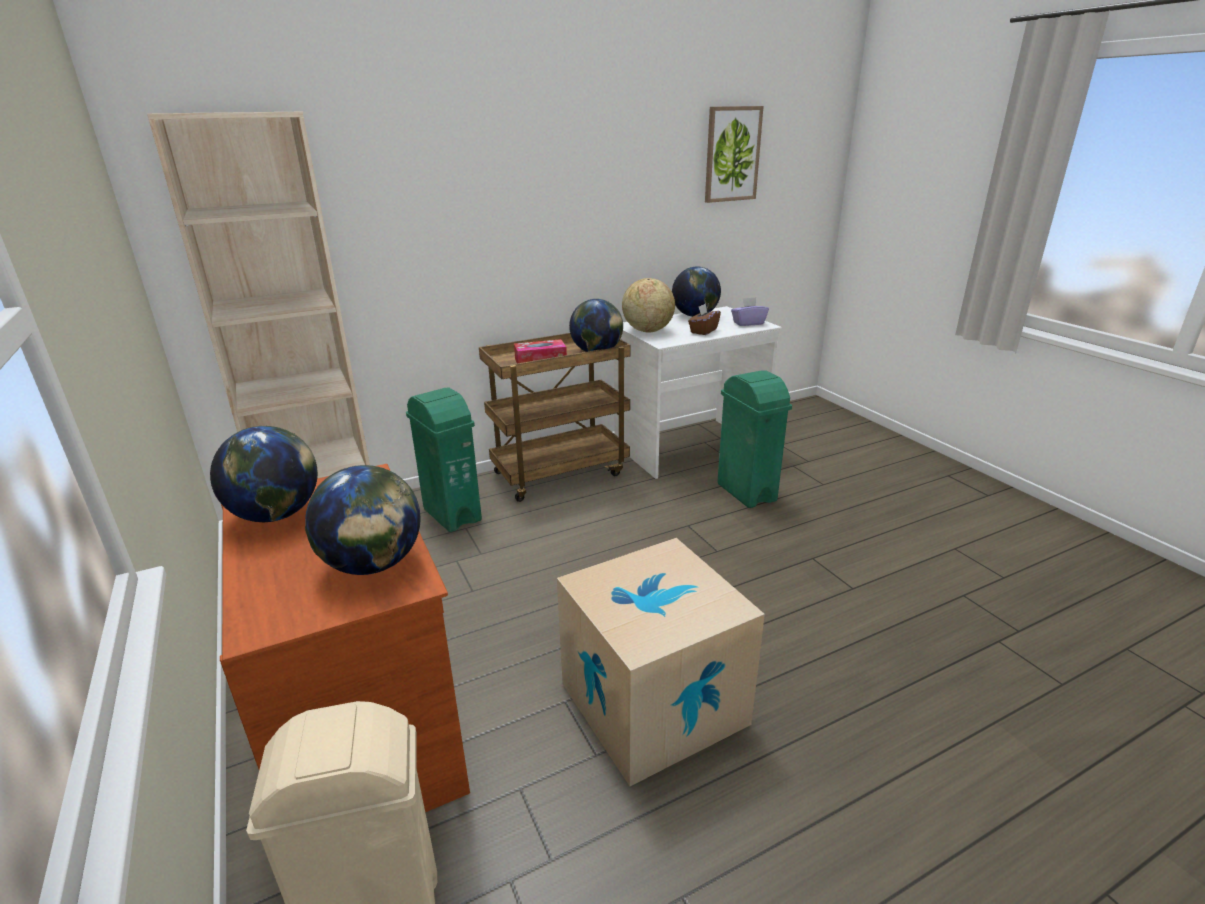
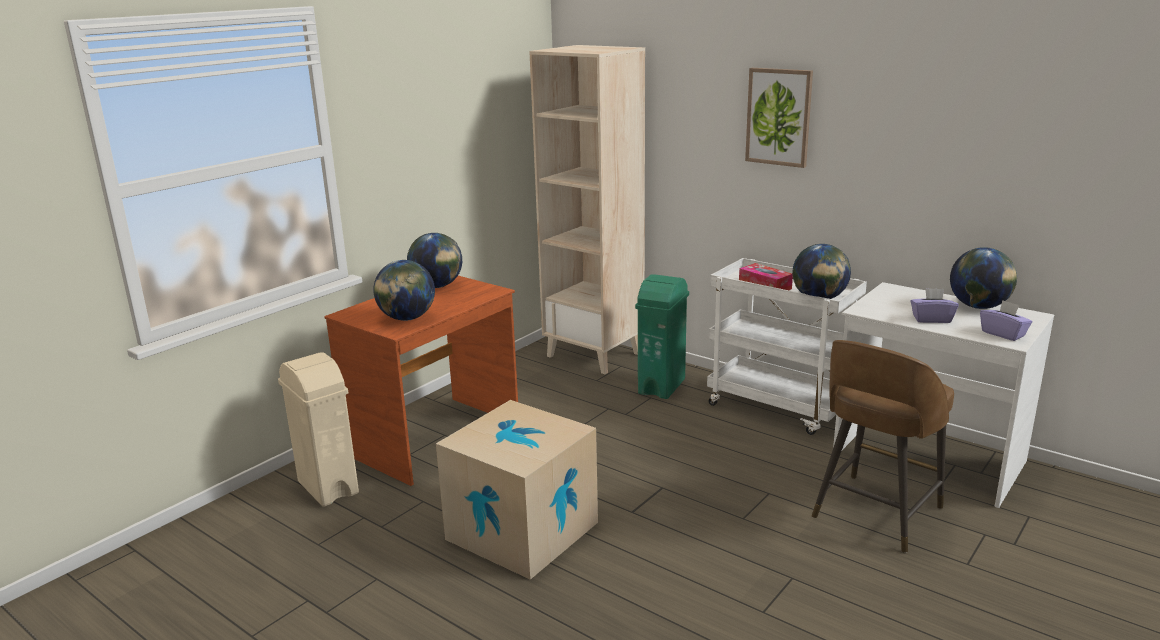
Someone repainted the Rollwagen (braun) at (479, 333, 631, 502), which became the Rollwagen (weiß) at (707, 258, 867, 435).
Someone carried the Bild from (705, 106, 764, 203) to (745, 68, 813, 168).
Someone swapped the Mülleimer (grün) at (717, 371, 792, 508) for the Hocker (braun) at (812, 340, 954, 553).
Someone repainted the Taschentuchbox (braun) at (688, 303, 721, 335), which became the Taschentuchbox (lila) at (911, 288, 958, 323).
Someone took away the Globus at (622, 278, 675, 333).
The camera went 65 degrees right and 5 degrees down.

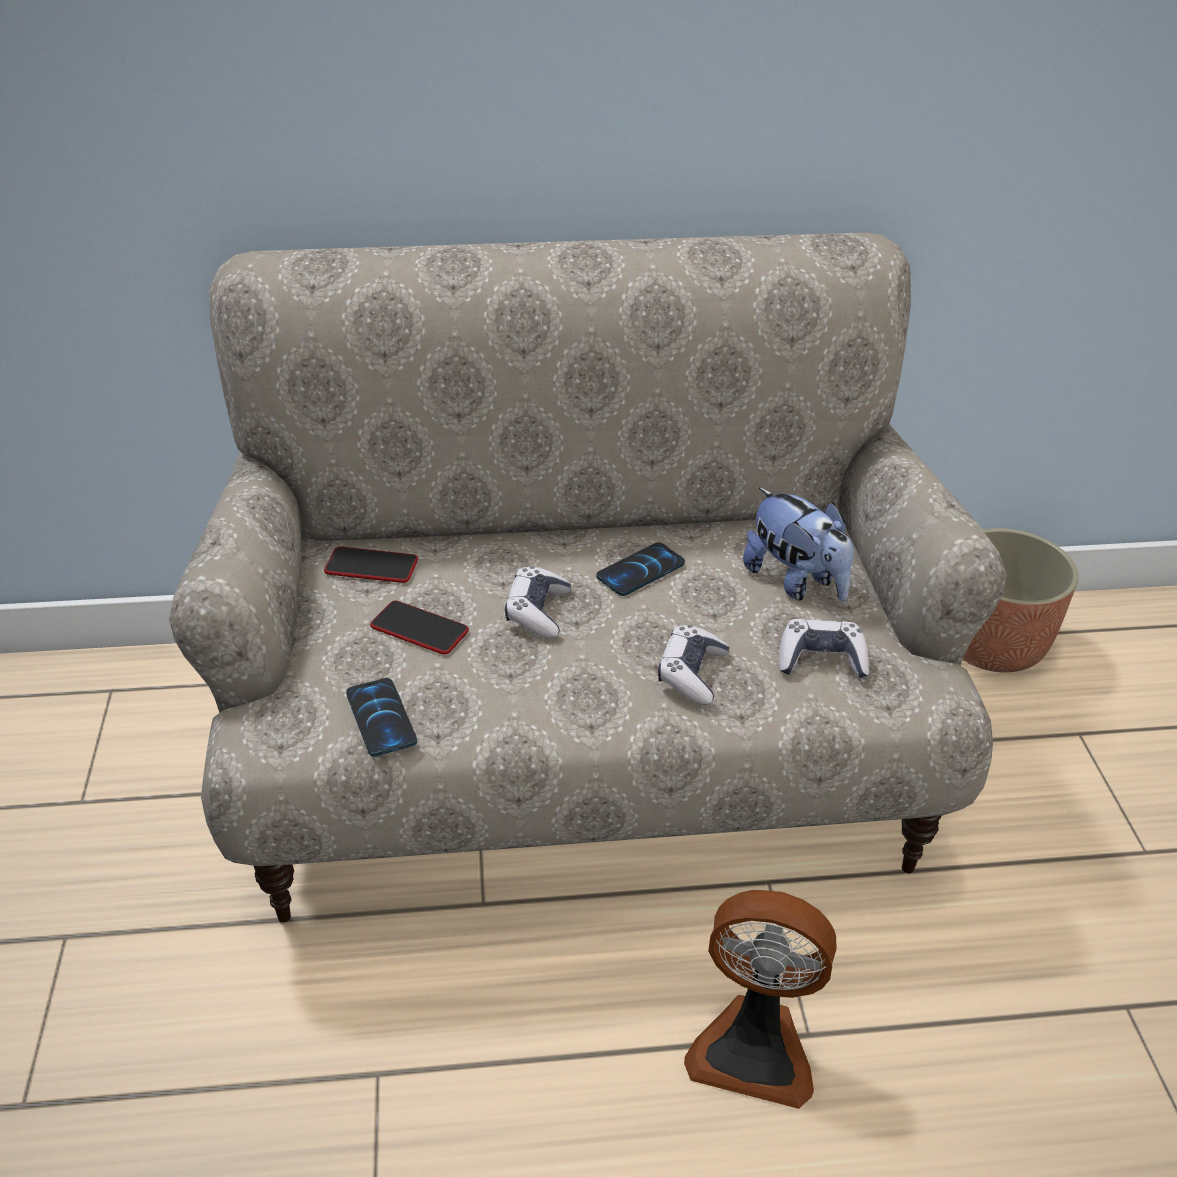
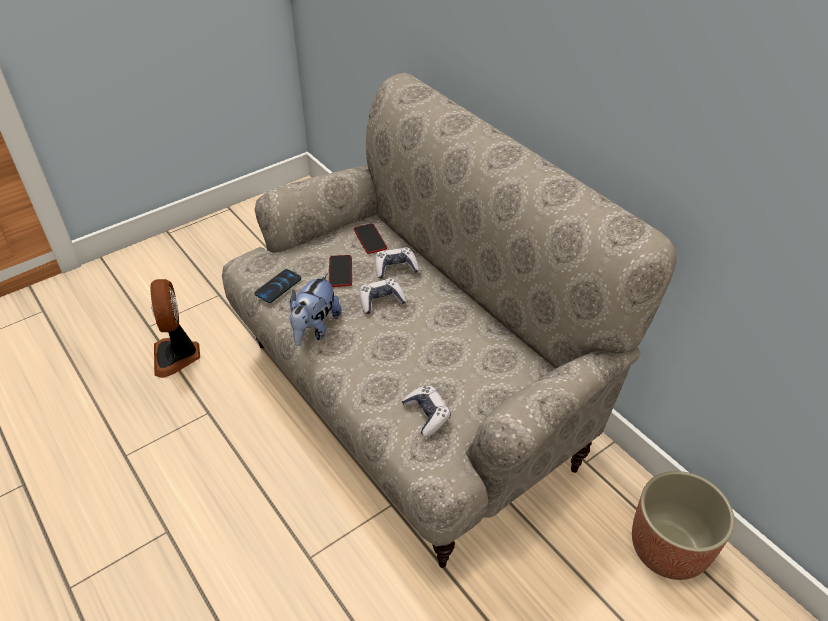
Someone carried the Ventilator from (684, 890, 837, 1109) to (150, 279, 200, 378).
Someone carried the Plüschtier from (743, 488, 854, 601) to (290, 273, 342, 346).
Someone carried the Gamepad from (658, 625, 730, 705) to (375, 247, 419, 279).
Someone took away the Handy at (596, 542, 685, 596).
The camera went 60 degrees right and 5 degrees up.

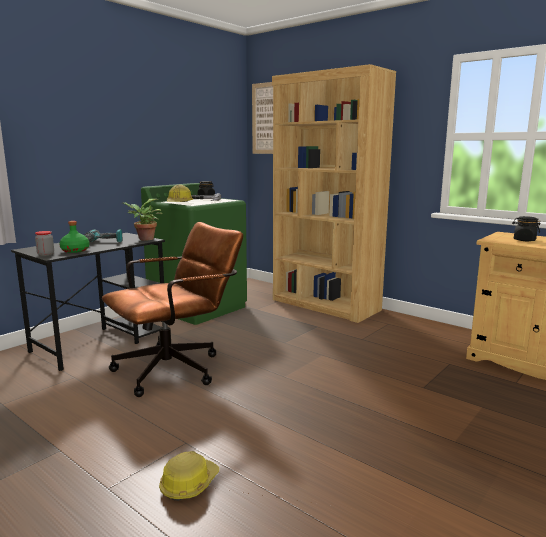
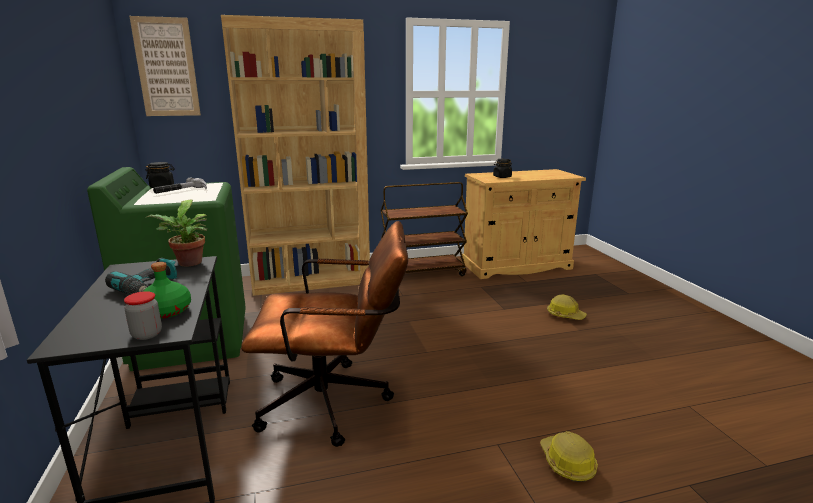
Someone rotated the Bürostuhl (braun) at (102, 222, 243, 397) by 90 degrees clockwise.
Someone put down the Rollwagen (braun) at (380, 182, 468, 276).
Someone carried the Schutzhelm from (167, 185, 193, 202) to (547, 295, 587, 320).
The camera went 55 degrees left and 5 degrees up.

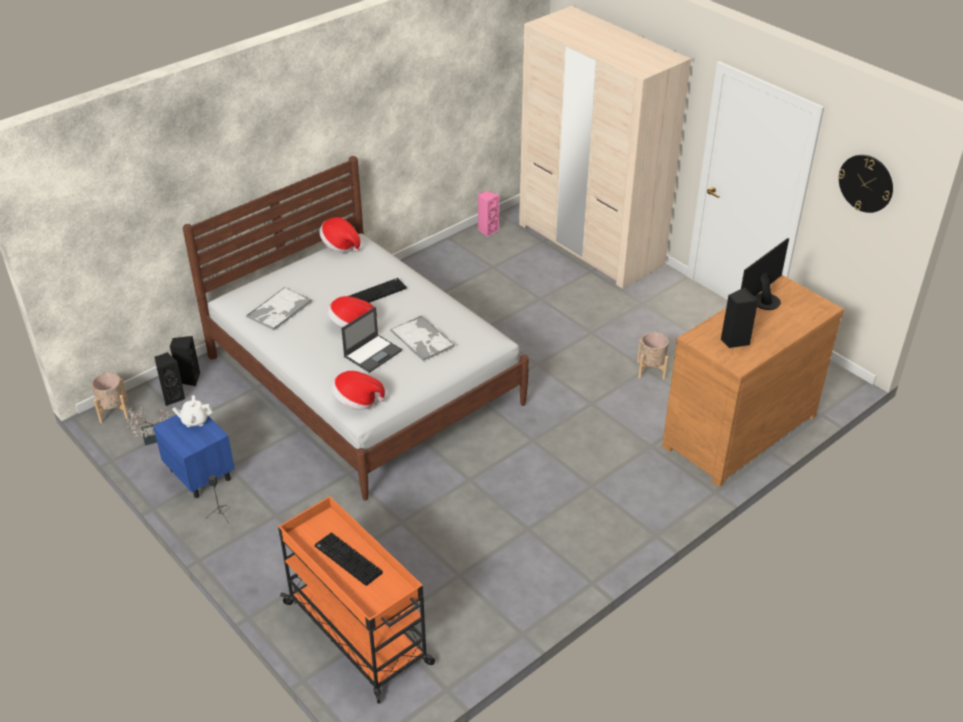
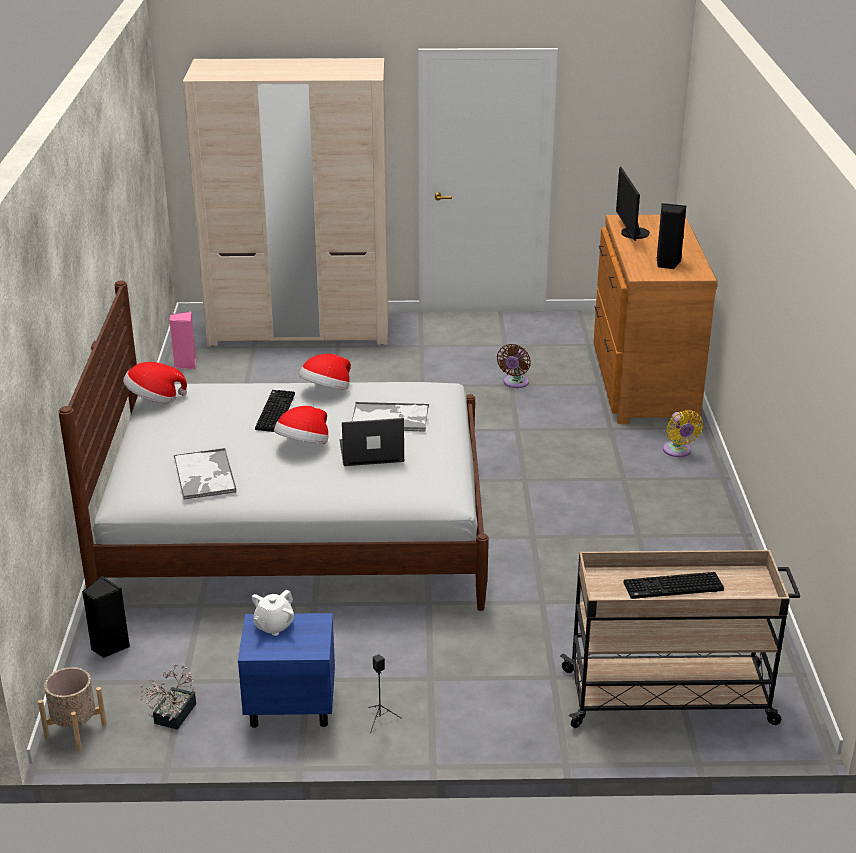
Someone carried the Hut from (331, 371, 385, 410) to (299, 354, 351, 390).
Someone rotated the Laptop at (341, 307, 402, 373) by 90 degrees counterclockwise.
Someone swapped the Pflanzkübel (beige) at (637, 332, 668, 379) for the Ventilator (braun) at (497, 344, 531, 388).
Someone repainted the Rollwagen (orange) at (278, 496, 435, 704), which became the Rollwagen (beige) at (560, 550, 800, 728).
Someone put down the Ventilator (gelb) at (663, 410, 703, 457).
Someone took away the Lautsprecher (schwarz) at (154, 352, 186, 406).
Someone took away the Wanduhr at (838, 154, 893, 213).
The camera went 50 degrees left and 10 degrees down.

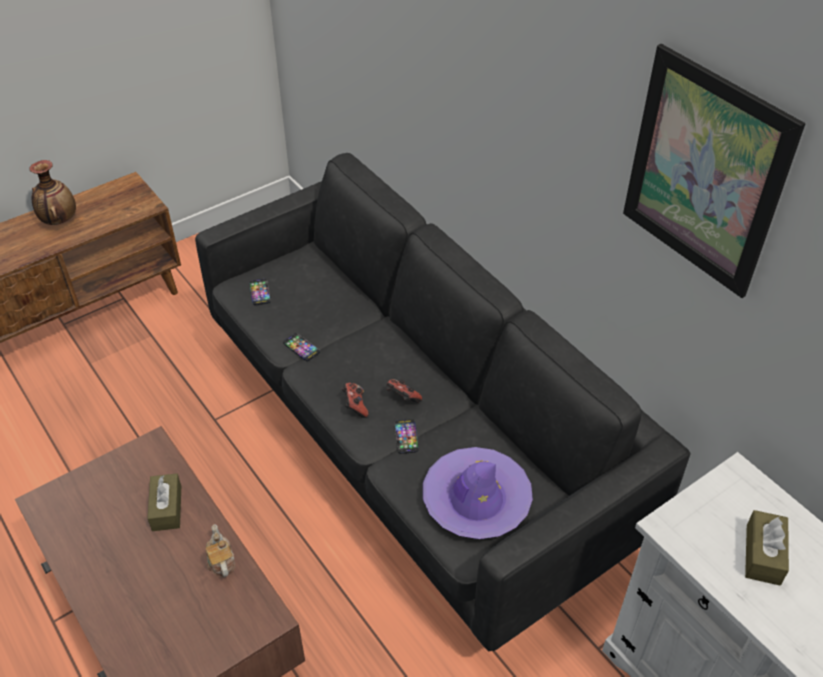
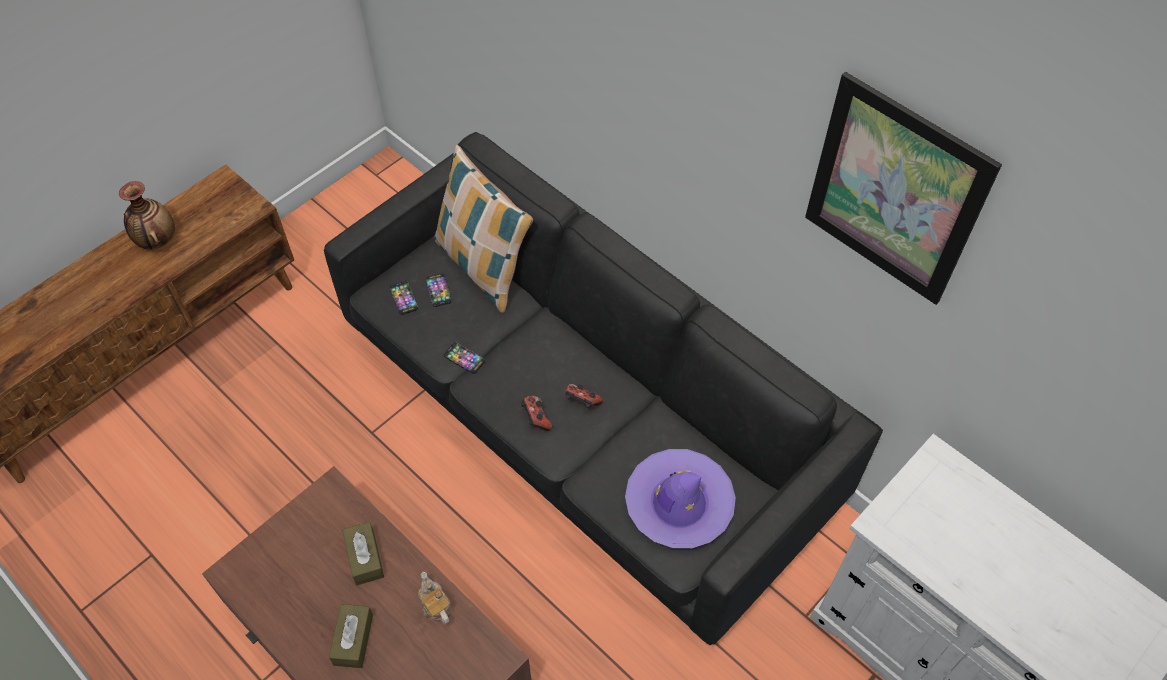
Someone carried the Taschentuchbox (braun) from (745, 510, 789, 585) to (329, 604, 373, 668).
Someone carried the Handy from (394, 419, 419, 454) to (426, 273, 451, 307).
Someone put down the Kissen at (433, 145, 533, 313).
The camera went 10 degrees left and 10 degrees up.

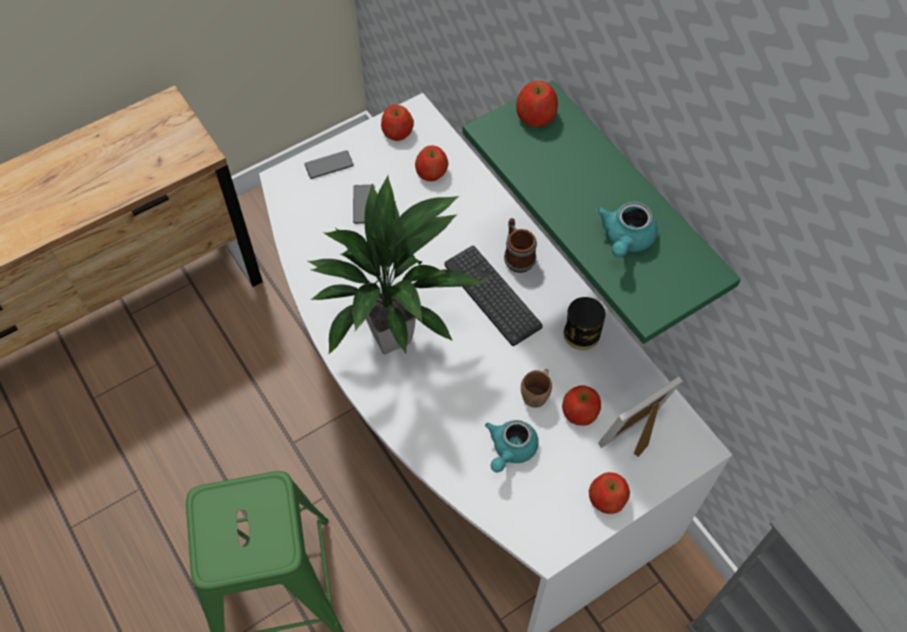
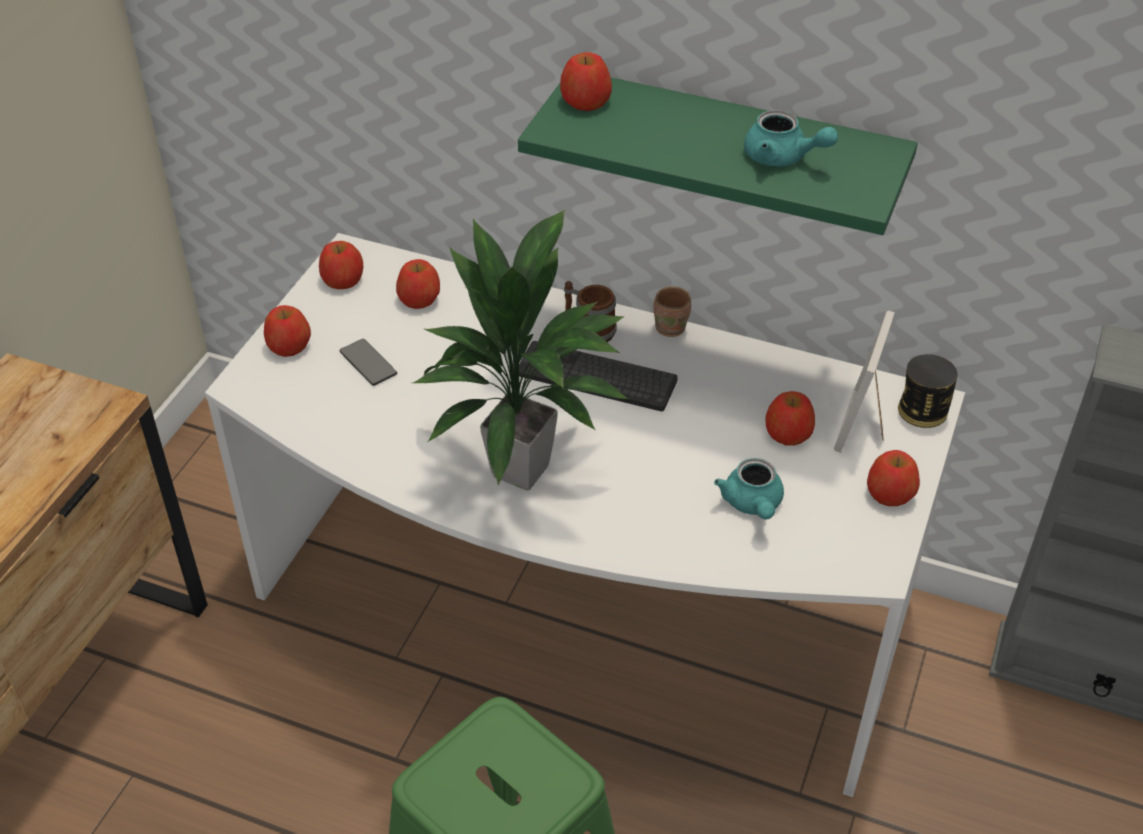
Someone swapped the Handy at (305, 150, 354, 179) for the Apfel at (264, 305, 311, 357).
Someone carried the Henkelbecher (braun) from (521, 369, 552, 408) to (653, 286, 691, 337).
Someone rotated the Teekanne (türkis) at (596, 202, 658, 257) by 45 degrees counterclockwise.
Someone carried the Dose from (564, 297, 606, 350) to (898, 354, 958, 428).
The camera went 35 degrees left and 15 degrees down.

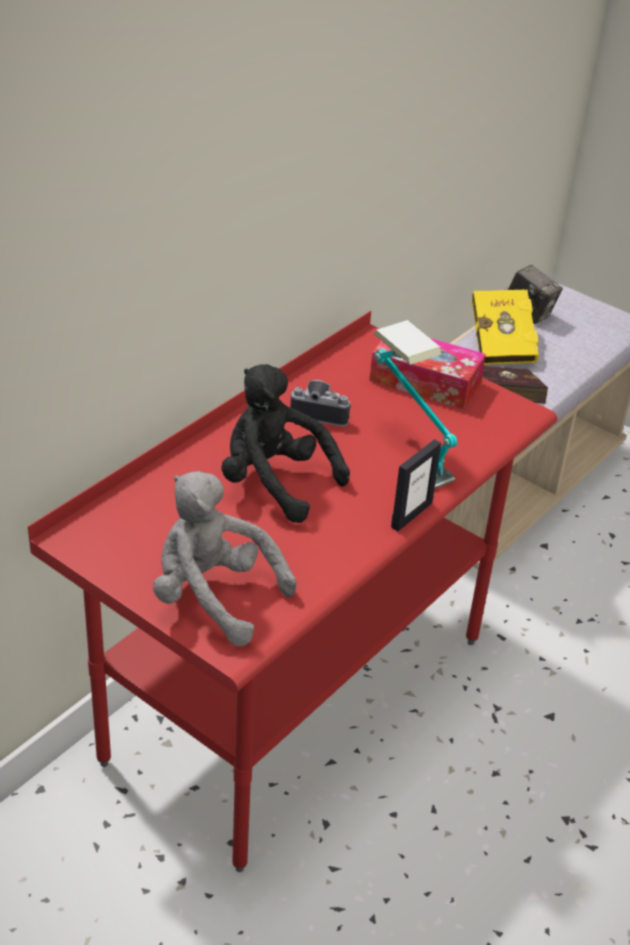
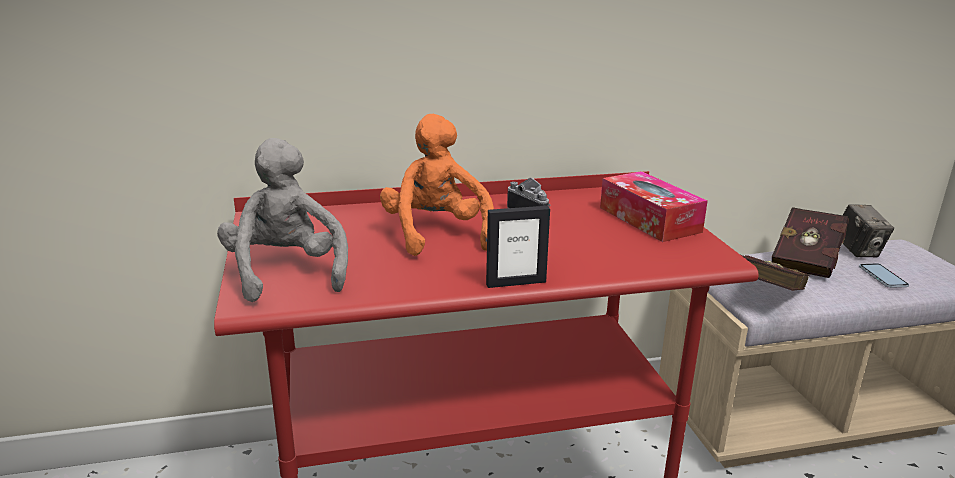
Someone repainted the Plüschtier (schwarz) at (221, 364, 350, 523), which became the Plüschtier (orange) at (380, 114, 494, 256).
Someone repainted the Buch (gelb) at (472, 287, 539, 365), which became the Buch (rot) at (772, 207, 849, 278).
Someone put down the Handy at (859, 263, 909, 288).
Someone took away the Tischlampe at (373, 320, 457, 488).
The camera went 40 degrees right and 15 degrees down.

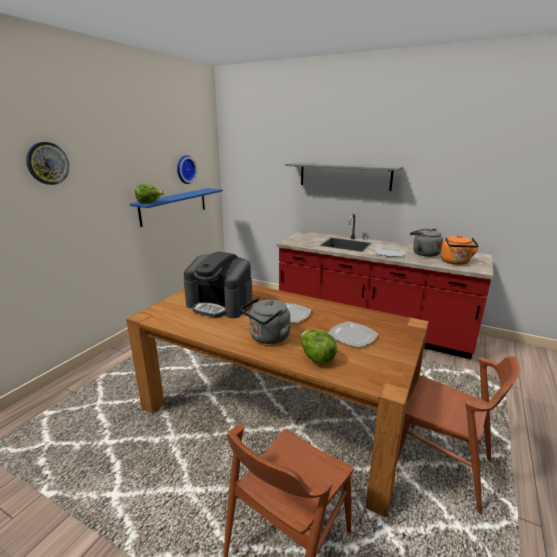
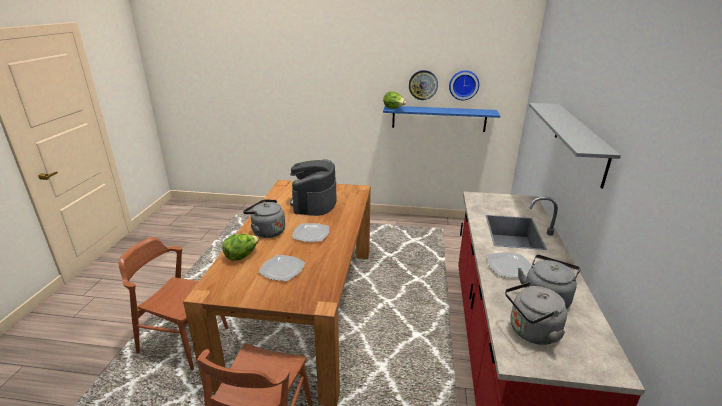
Someone carried the Wanduhr from (26, 142, 69, 185) to (409, 70, 438, 100).
Someone repainted the Wasserkessel (orange) at (440, 235, 479, 265), which became the Wasserkessel (grau) at (505, 282, 567, 345).
The camera went 70 degrees right and 5 degrees up.

